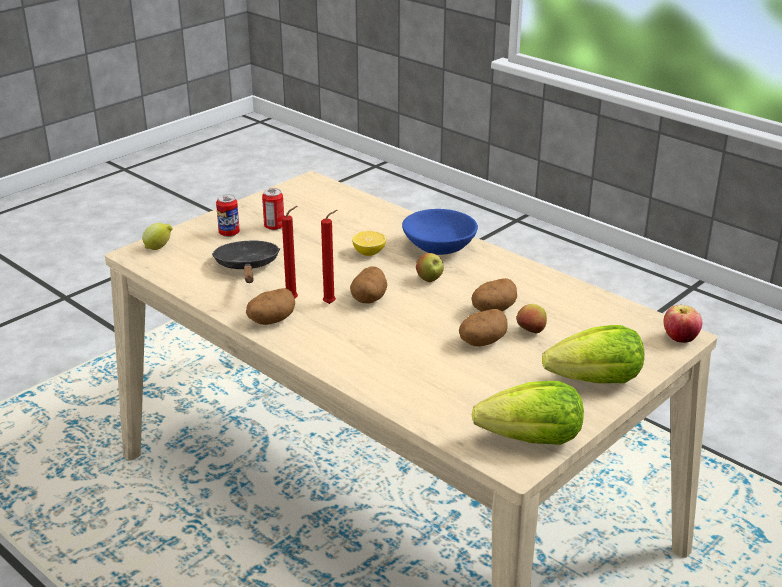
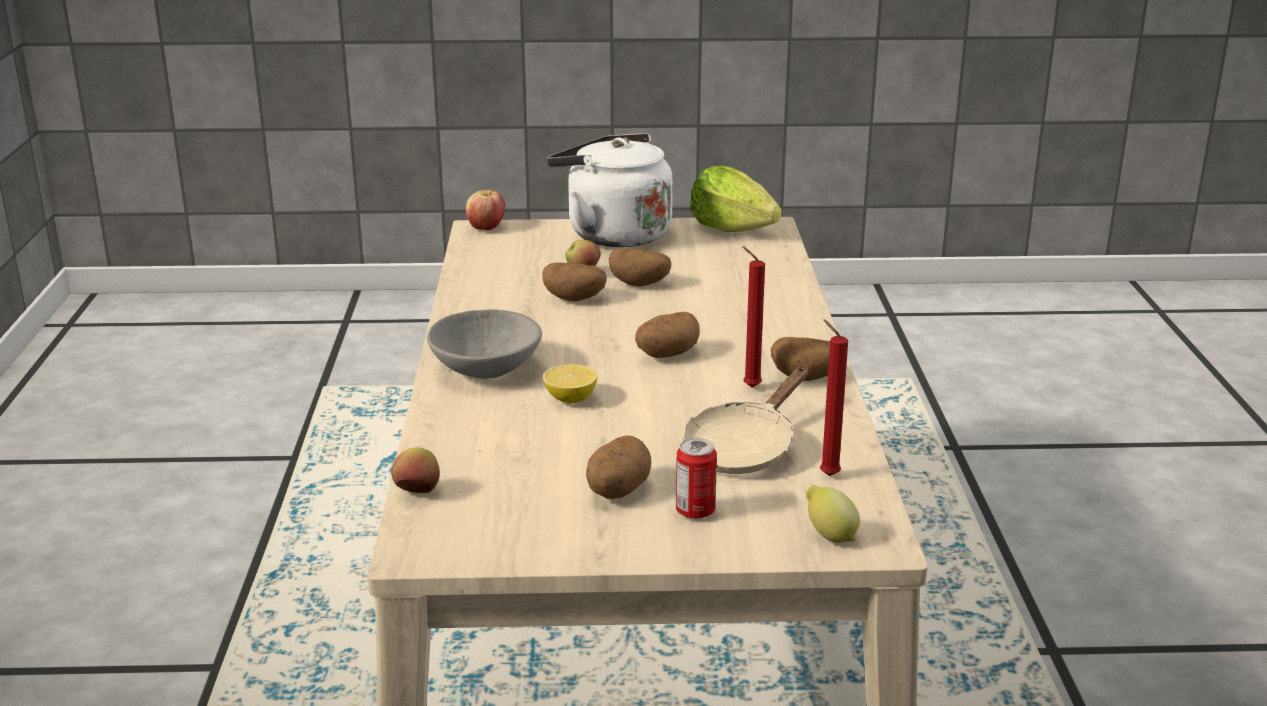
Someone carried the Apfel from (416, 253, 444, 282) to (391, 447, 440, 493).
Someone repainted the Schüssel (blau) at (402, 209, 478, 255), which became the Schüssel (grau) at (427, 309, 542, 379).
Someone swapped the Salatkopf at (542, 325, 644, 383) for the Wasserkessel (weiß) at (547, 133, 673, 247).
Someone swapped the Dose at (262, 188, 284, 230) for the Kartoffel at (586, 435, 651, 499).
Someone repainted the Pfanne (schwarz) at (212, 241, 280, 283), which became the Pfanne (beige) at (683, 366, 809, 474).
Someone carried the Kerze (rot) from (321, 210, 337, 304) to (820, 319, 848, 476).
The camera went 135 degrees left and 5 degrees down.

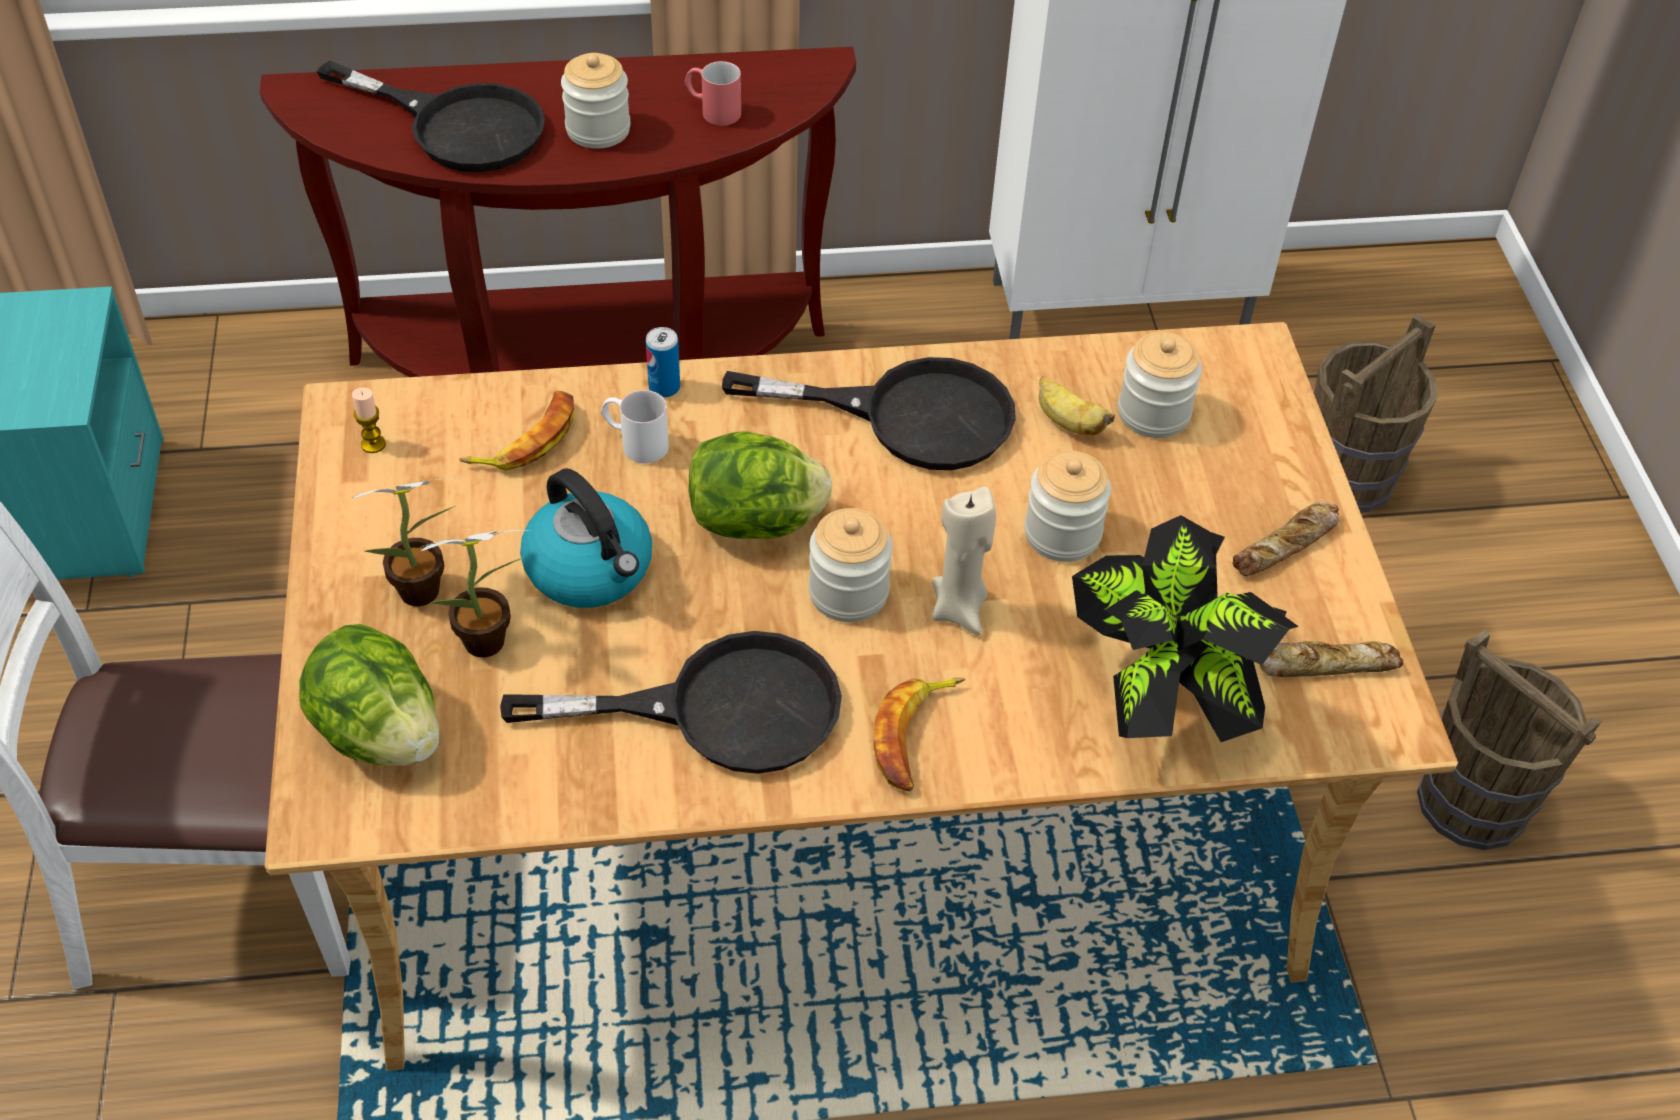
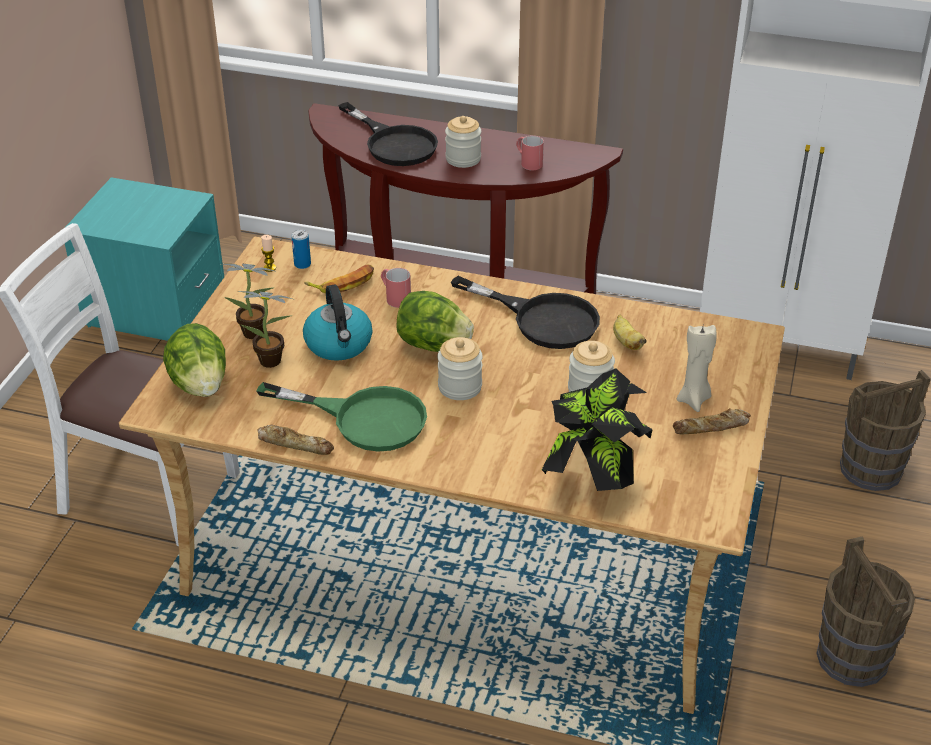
Someone repainted the Pfanne (schwarz) at (500, 631, 842, 774), which became the Pfanne (grün) at (257, 382, 427, 452).
Someone carried the Brot from (1260, 641, 1403, 677) to (258, 425, 334, 455).
Someone carried the Dose from (646, 327, 680, 398) to (291, 230, 311, 269).
Someone repainted the Henkelbecher (weiß) at (601, 390, 669, 464), which became the Henkelbecher (rot) at (381, 268, 411, 308).
Someone carried the Kerze (beige) from (932, 487, 996, 635) to (677, 325, 716, 412).
Someone took away the Banane at (874, 678, 965, 792).
Someone took away the Vorratsglas at (1118, 332, 1202, 438).
The camera went 25 degrees right and 10 degrees down.

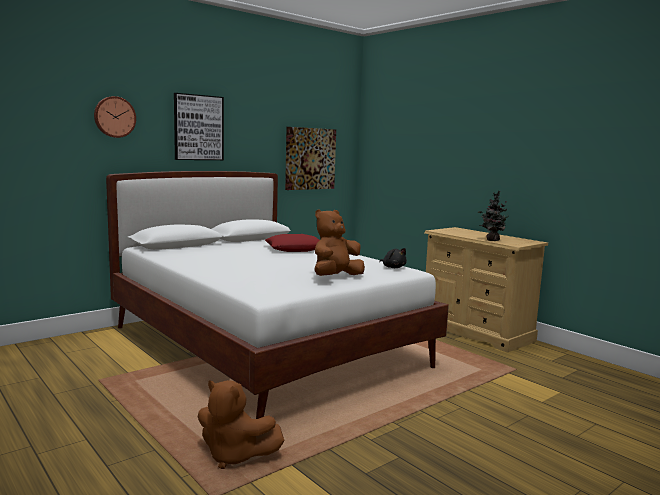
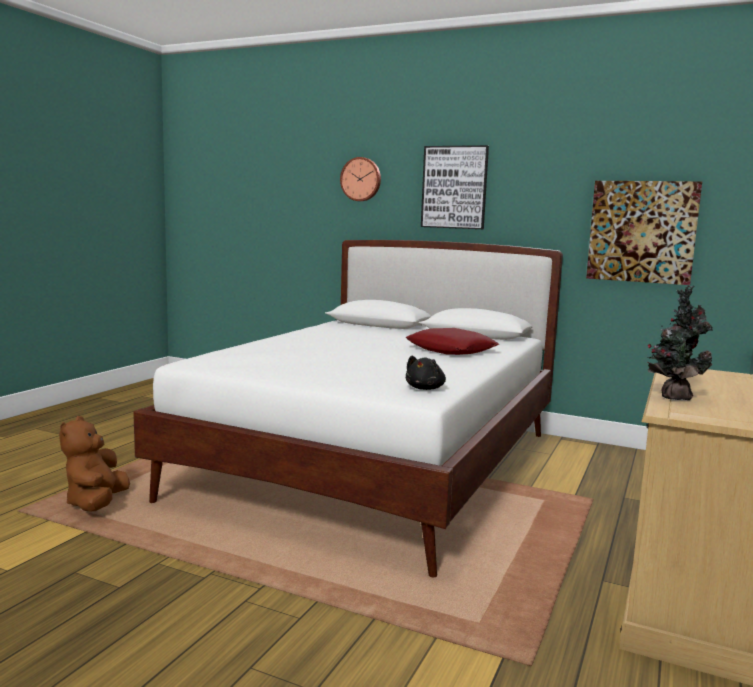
Someone took away the Plüschtier (braun) at (314, 209, 365, 276).
The camera went 65 degrees right and 0 degrees up.

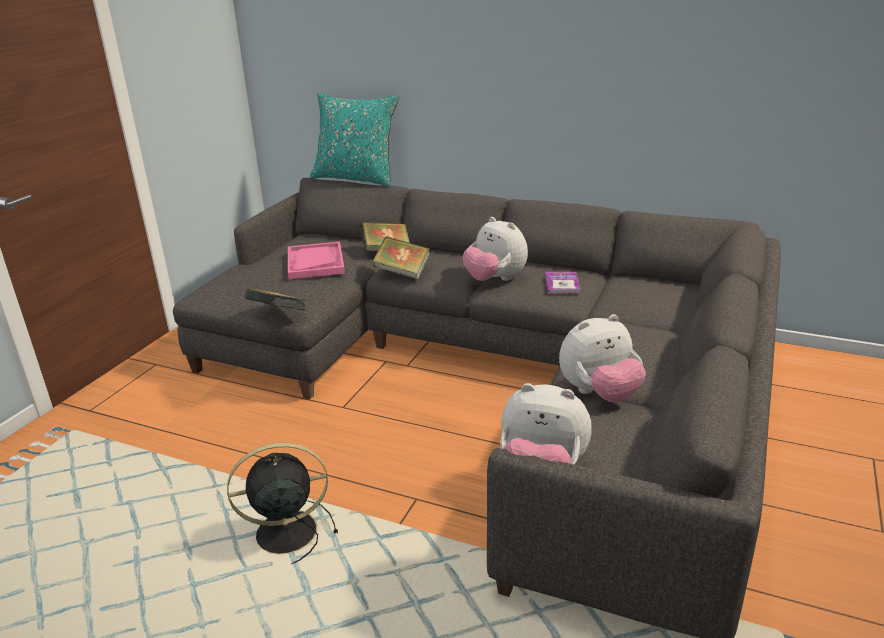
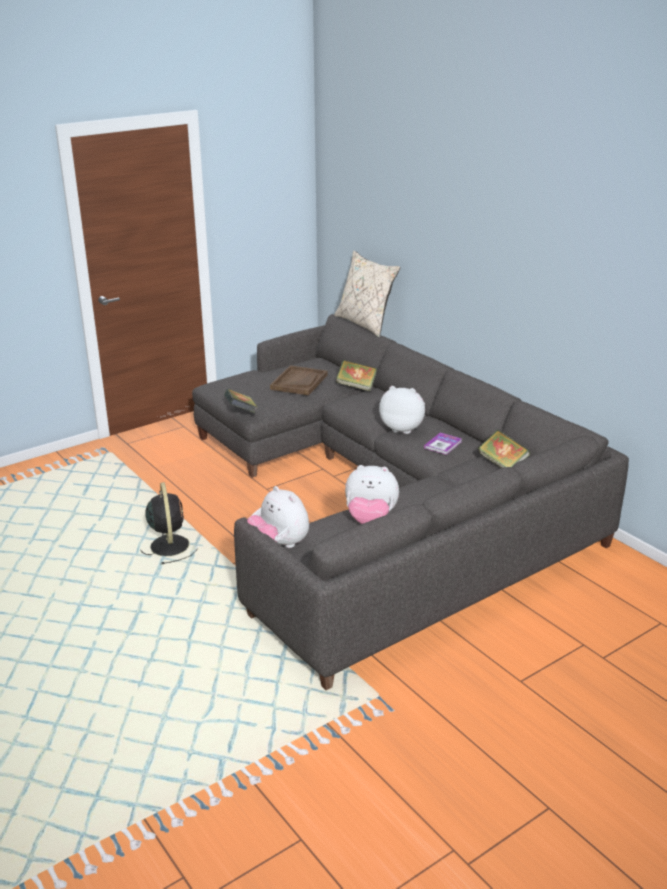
Someone rotated the Ventilator (schwarz) at (227, 443, 338, 564) by 60 degrees clockwise.
Someone repainted the Tablett (rosa) at (288, 242, 345, 279), which became the Tablett (braun) at (270, 365, 328, 395).
Someone repainted the Kissen (türkis) at (310, 92, 399, 187), which became the Kissen (beige) at (334, 251, 400, 337).
Someone rotated the Plüschtier at (463, 217, 528, 281) by 120 degrees clockwise.
Someone carried the Buch from (373, 236, 430, 279) to (478, 430, 531, 468).
The camera went 30 degrees right and 0 degrees up.

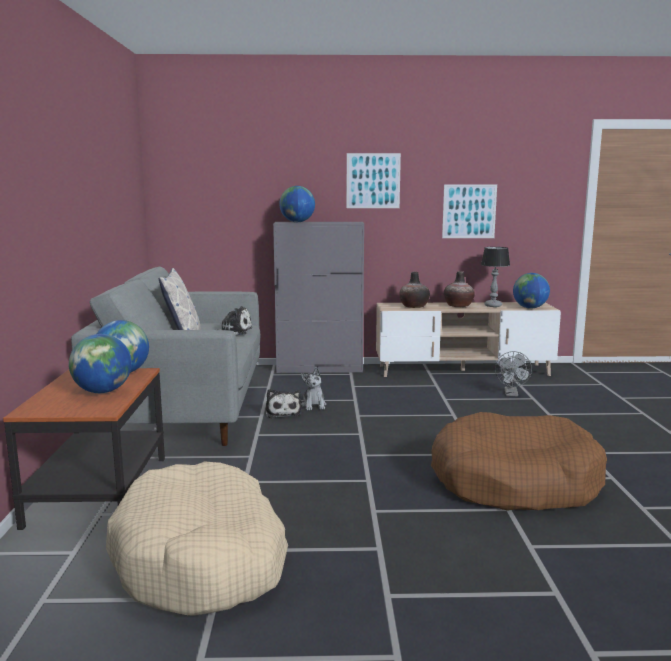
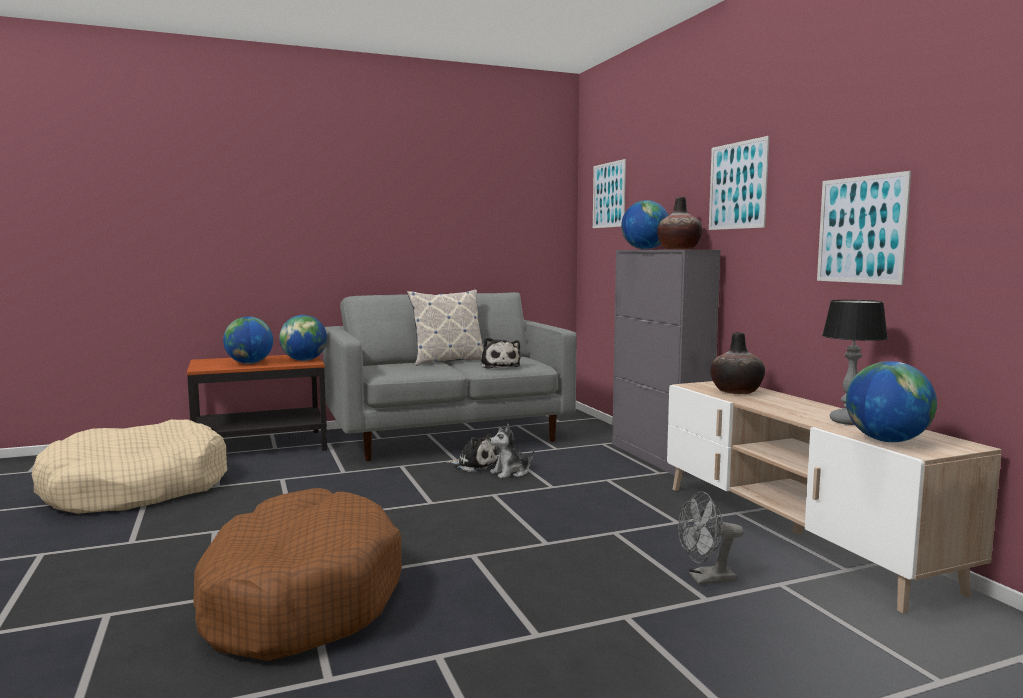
Someone rotated the Plüschtier at (266, 389, 302, 418) by 120 degrees counterclockwise.
Someone put up the Bild at (593, 159, 626, 228).
Someone carried the Vase from (444, 271, 475, 307) to (657, 197, 702, 249).
The camera went 70 degrees right and 5 degrees down.

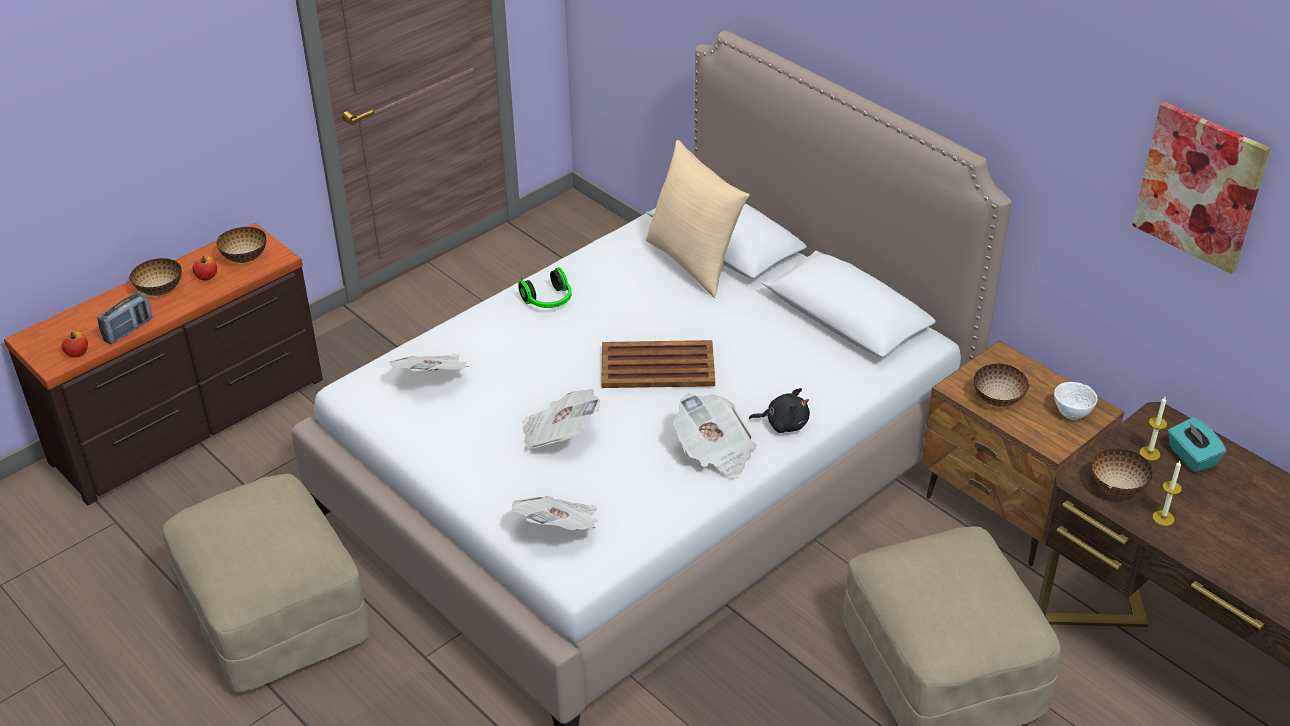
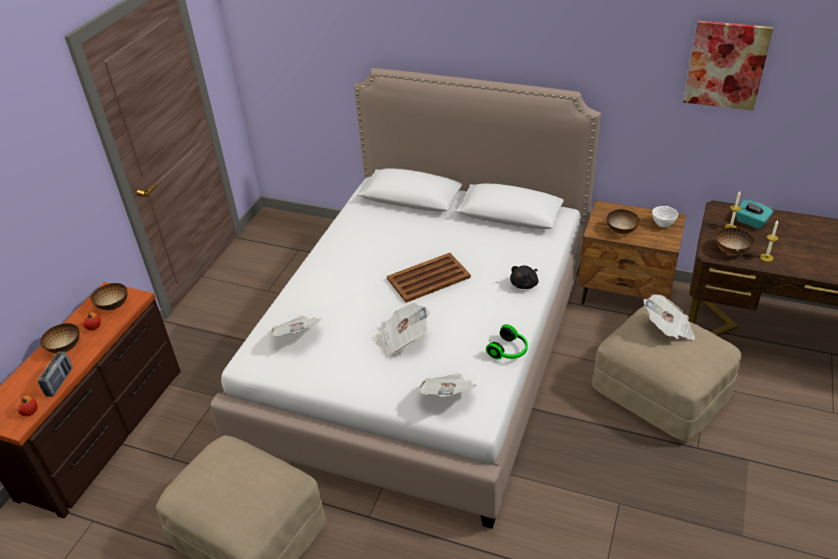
Someone carried the Kopfhörer from (518, 267, 572, 308) to (486, 324, 528, 359).
Someone rotated the Plüschtier (schwarz) at (749, 388, 810, 433) by 150 degrees clockwise.
Someone carried the Zeitung from (673, 394, 757, 479) to (644, 295, 695, 340).
Someone took away the Kissen (beige) at (646, 140, 750, 298).
The camera went 25 degrees left and 0 degrees up.

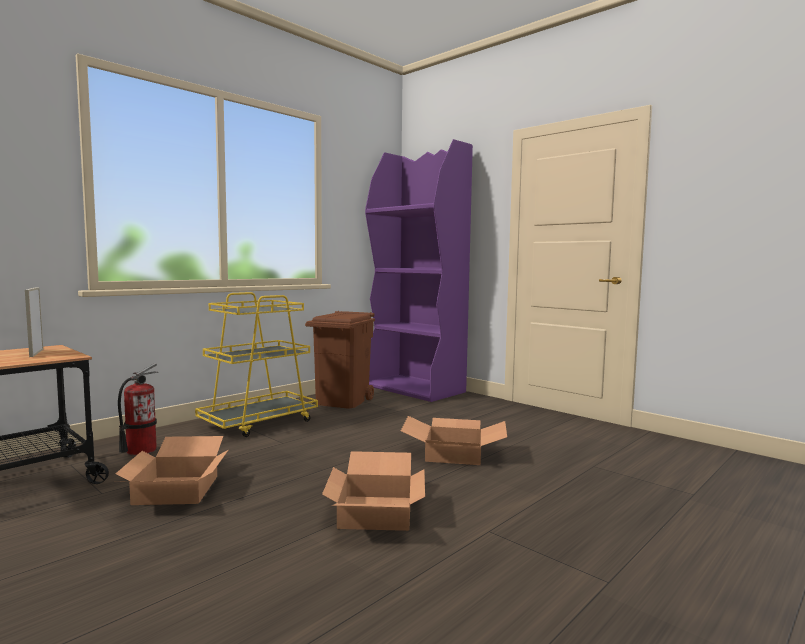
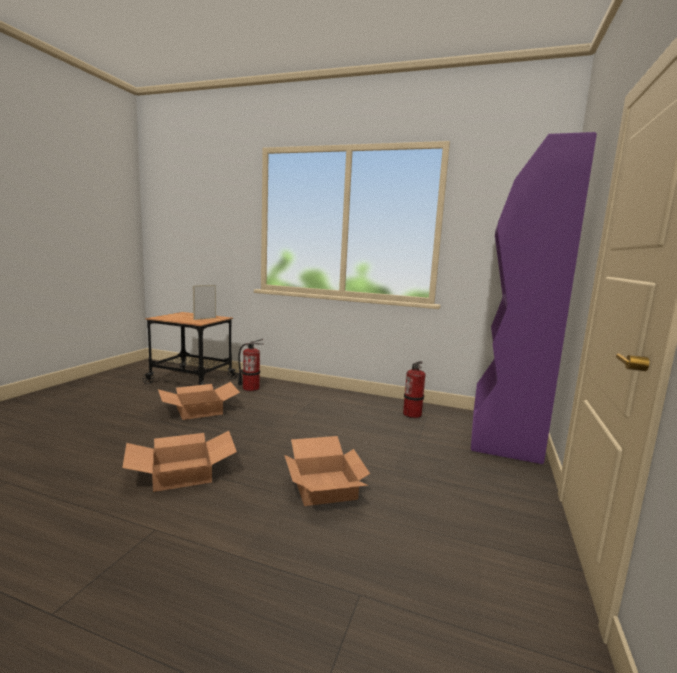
Someone swapped the Mülleimer (braun) at (305, 311, 375, 408) for the Feuerlöscher at (403, 361, 425, 418).
Someone took away the Rollwagen (gelb) at (195, 292, 318, 437).
The camera went 65 degrees right and 5 degrees up.

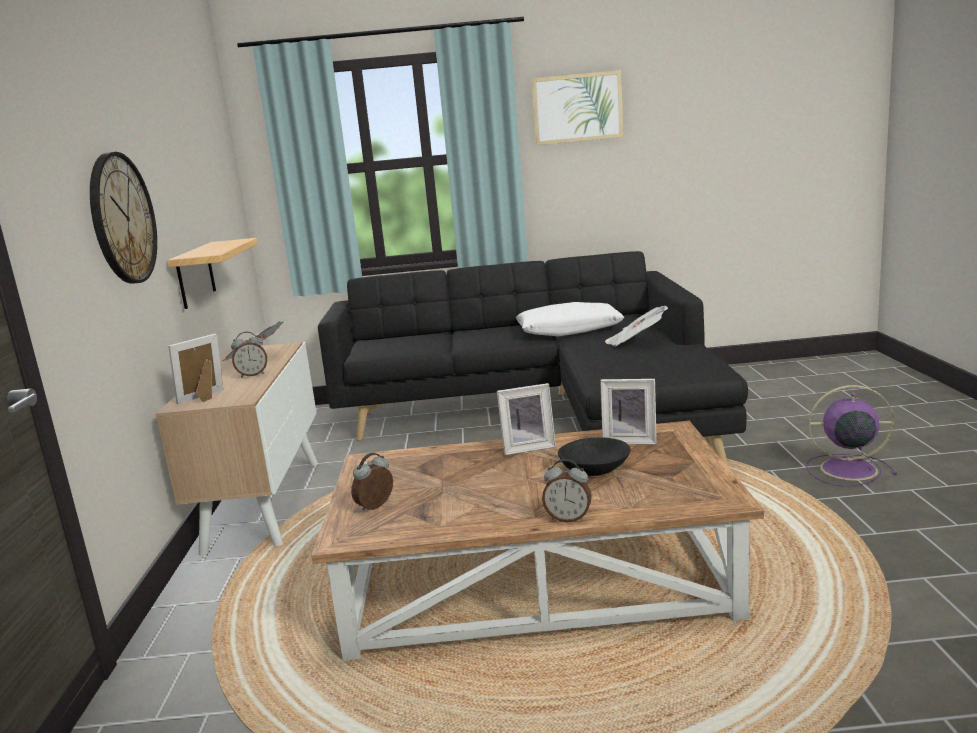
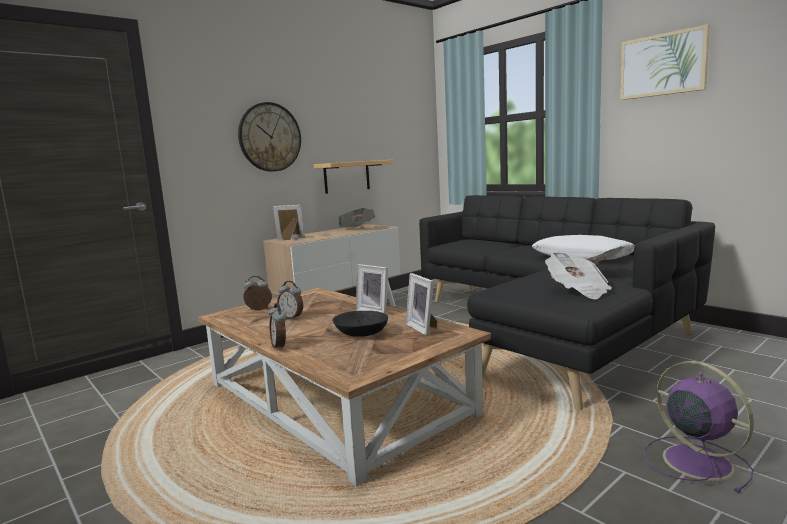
Someone carried the Wecker from (231, 332, 267, 378) to (277, 281, 303, 319).
Someone put down the Zeitung at (545, 252, 612, 299).
The camera went 50 degrees right and 5 degrees down.

